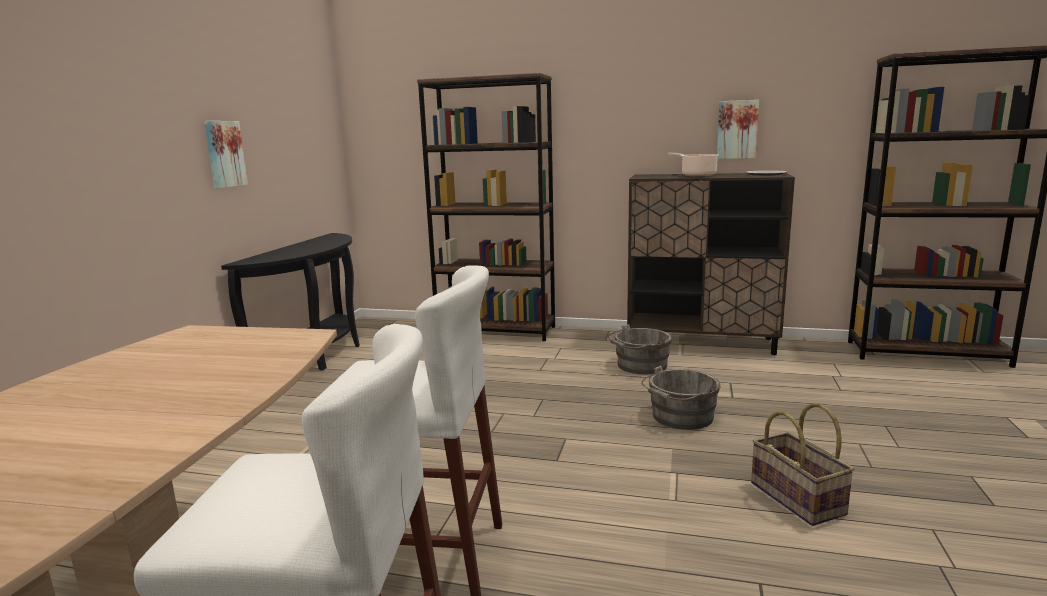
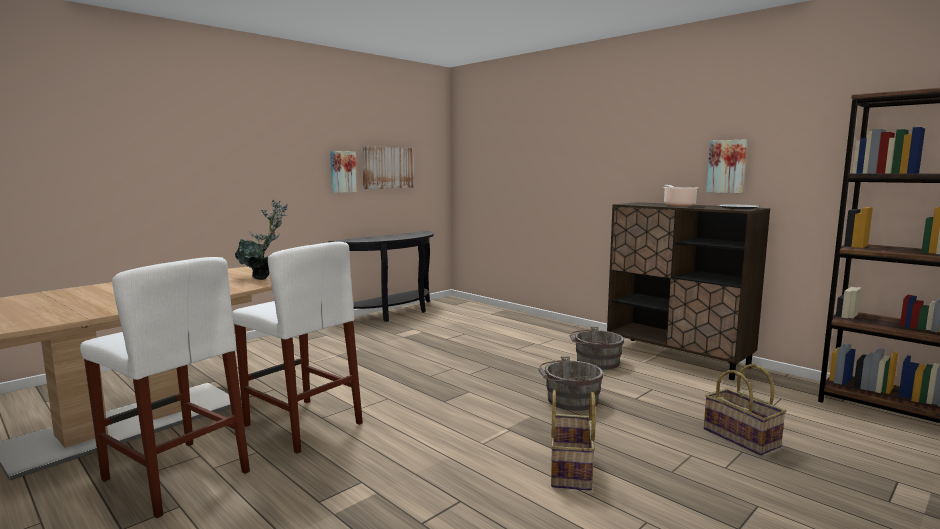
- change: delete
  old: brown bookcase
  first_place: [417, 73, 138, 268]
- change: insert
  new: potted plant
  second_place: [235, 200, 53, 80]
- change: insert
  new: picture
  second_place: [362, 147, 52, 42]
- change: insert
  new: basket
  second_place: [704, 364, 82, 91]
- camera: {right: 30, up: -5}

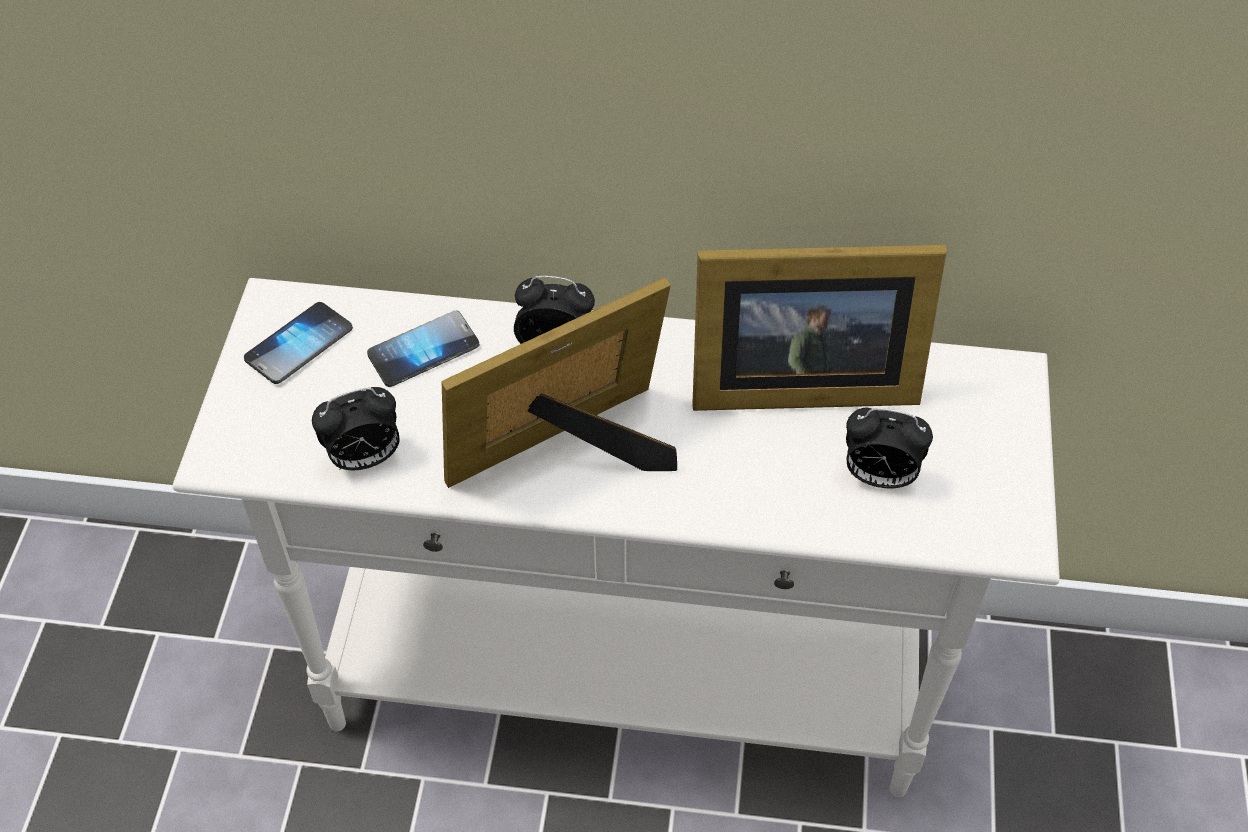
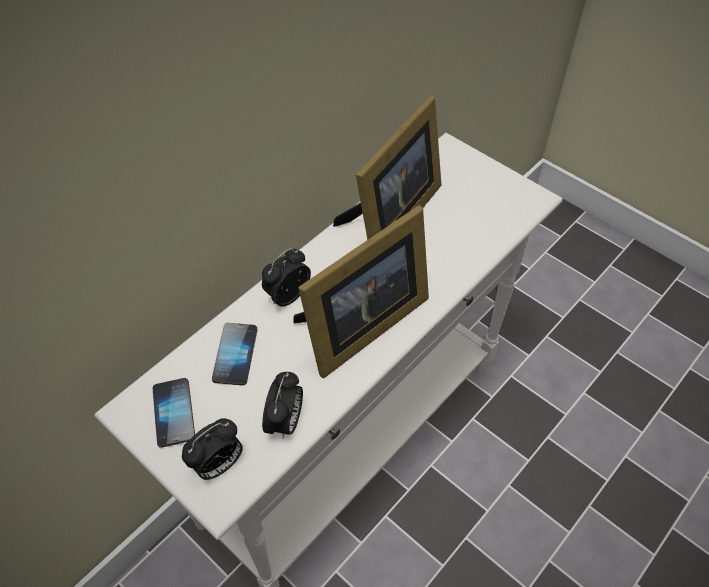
- change: rotate
  old: picture frame
  first_place: [442, 278, 235, 210]
  second_place: [293, 205, 136, 173]
  degrees: -135
- change: move
  old: alarm clock
  first_place: [846, 408, 87, 80]
  second_place: [182, 418, 61, 62]
- camera: {right: -55, up: 0}

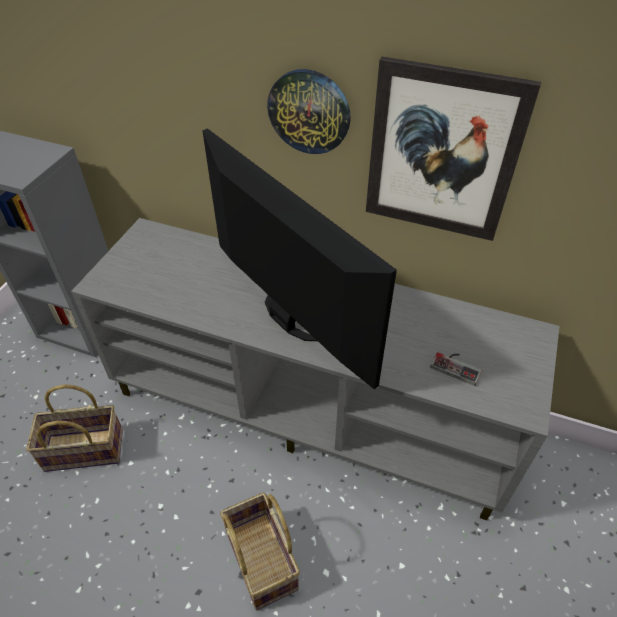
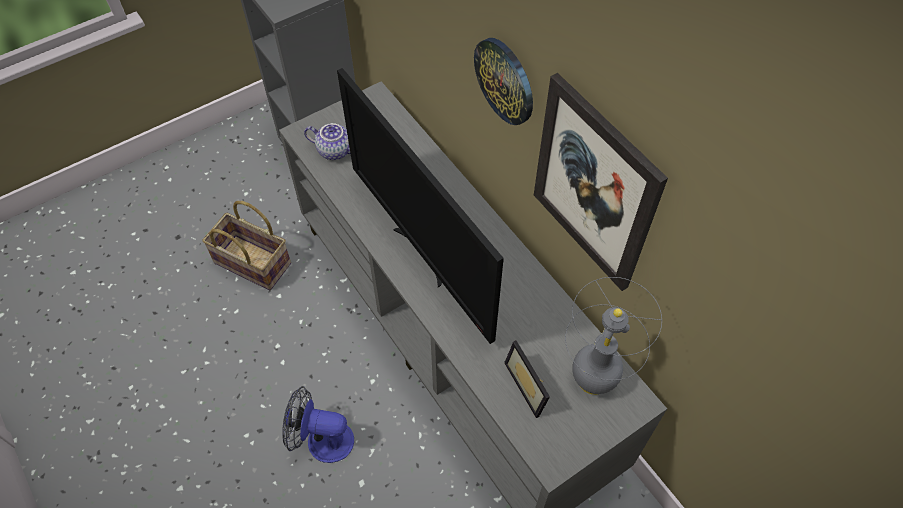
- change: rotate
  old: television
  first_place: [202, 128, 195, 261]
  second_place: [337, 68, 167, 276]
  degrees: 150
- change: replace
  old: basket
  new: fan
  first_place: [220, 493, 80, 117]
  second_place: [282, 386, 72, 77]
- change: replace
  old: game controller
  new: picture frame
  first_place: [430, 352, 52, 34]
  second_place: [504, 340, 46, 78]
- change: insert
  new: teapot
  second_place: [304, 123, 47, 37]
- change: insert
  new: grey table lamp
  second_place: [565, 277, 97, 118]
- camera: {right: 35, up: 10}

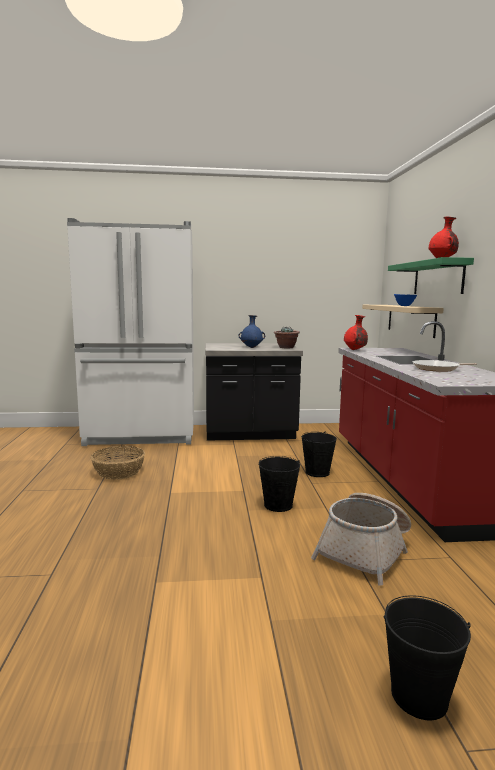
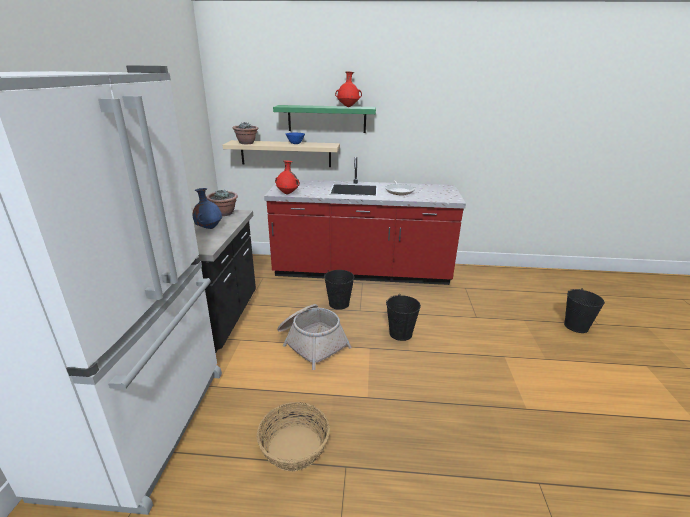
- change: move
  old: basket
  first_place: [311, 493, 100, 93]
  second_place: [277, 304, 74, 66]
- change: insert
  new: potted plant
  second_place: [232, 122, 26, 22]
- camera: {right: -80, up: 15}

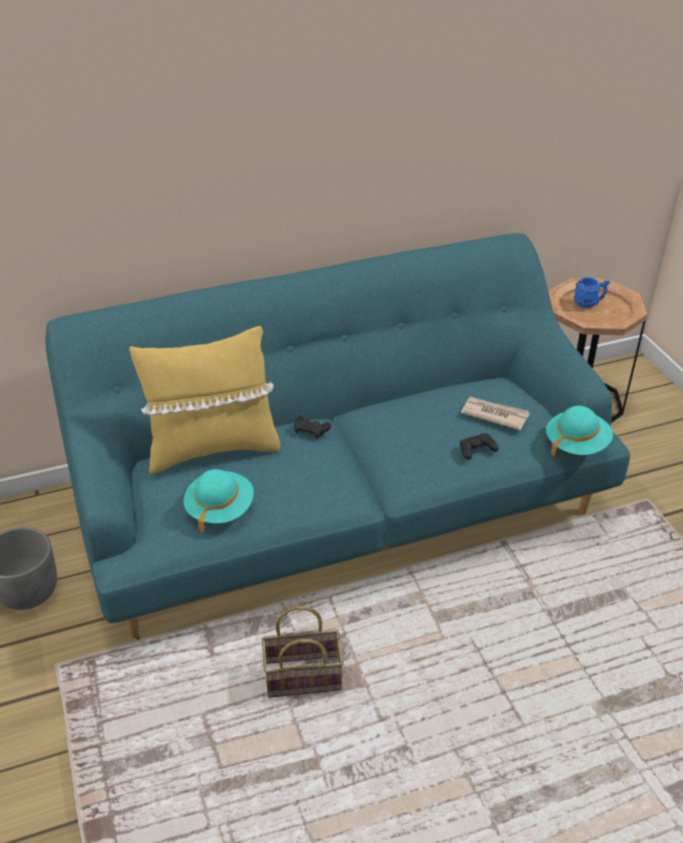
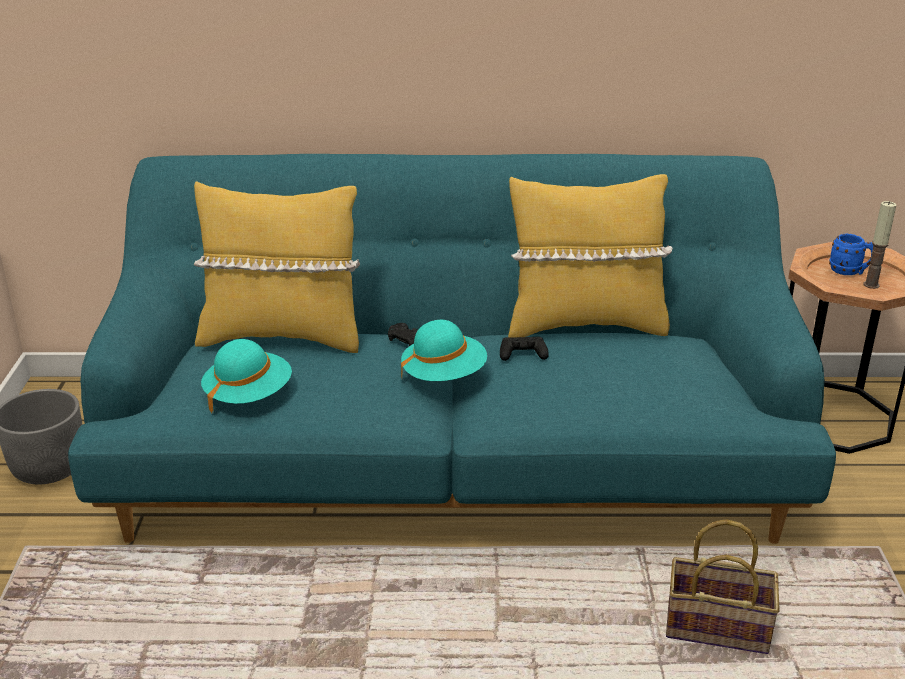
- change: move
  old: basket
  first_place: [262, 606, 82, 92]
  second_place: [666, 519, 114, 135]
- change: move
  old: black game controller
  first_place: [460, 433, 38, 27]
  second_place: [500, 337, 49, 24]
- change: delete
  old: newspaper
  first_place: [461, 397, 69, 34]
- change: move
  old: turquoise hat
  first_place: [546, 406, 67, 50]
  second_place: [401, 320, 86, 61]
- change: insert
  new: yellow pillow
  second_place: [508, 174, 165, 164]
- change: insert
  new: candle
  second_place: [863, 201, 33, 88]
- camera: {right: 20, up: -10}

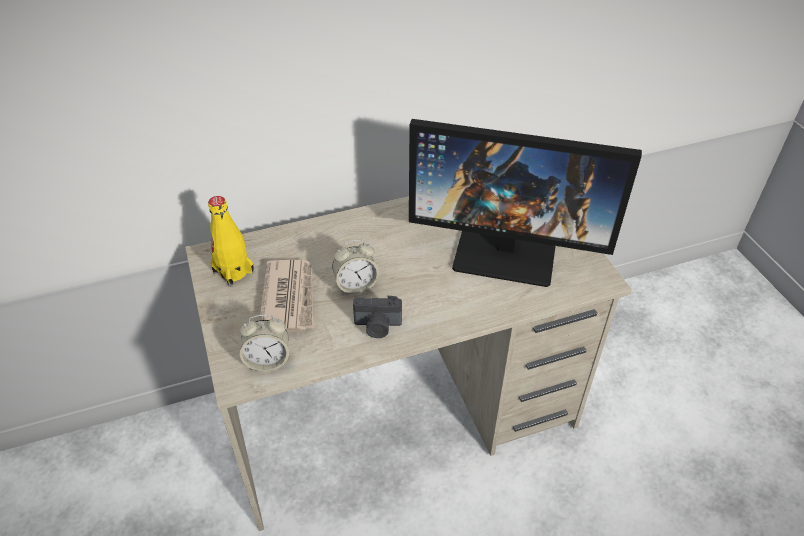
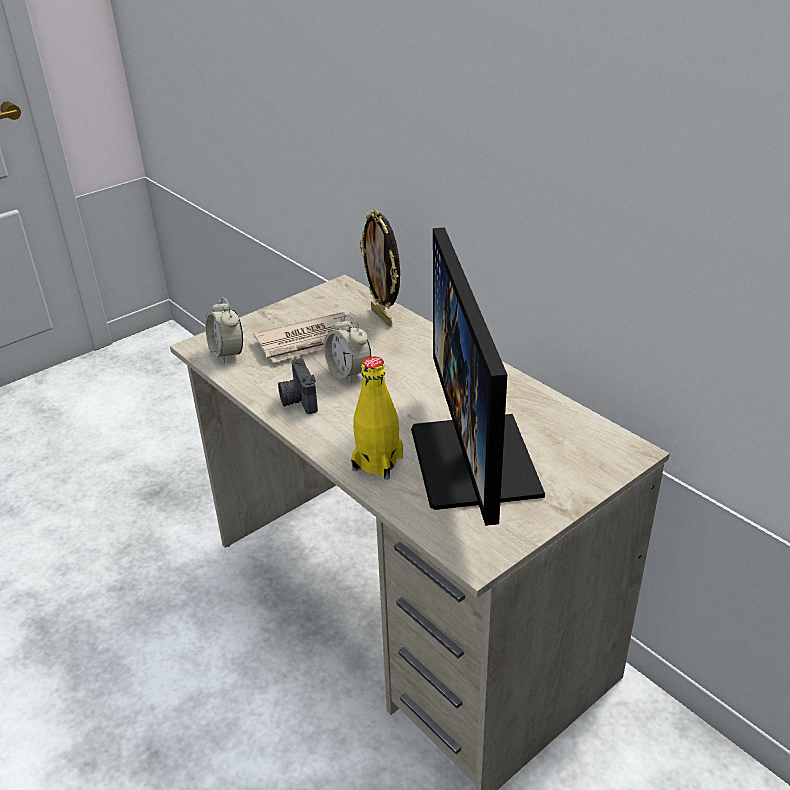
- change: move
  old: yellow bottle
  first_place: [208, 196, 46, 91]
  second_place: [351, 356, 52, 124]
- change: insert
  new: picture frame
  second_place: [360, 209, 40, 117]
- camera: {right: 70, up: -10}

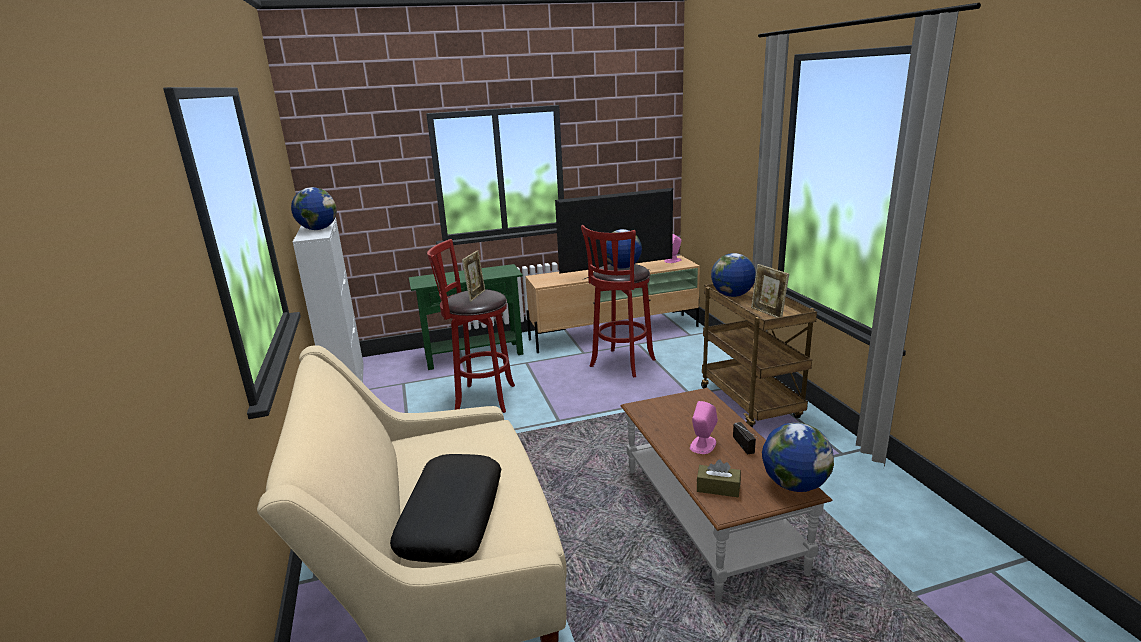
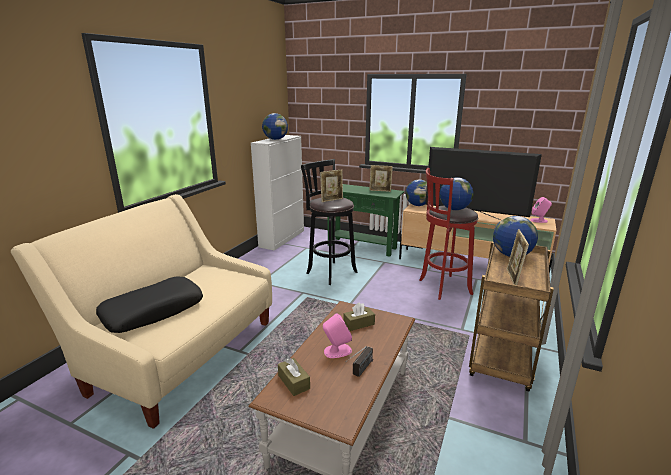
- change: recolor
  old: red stool
  new: black stool
  first_place: [427, 239, 88, 174]
  second_place: [301, 159, 57, 126]
- change: move
  old: globe
  first_place: [762, 422, 72, 70]
  second_place: [405, 179, 22, 27]
- change: insert
  new: brown tissue box
  second_place: [343, 302, 32, 29]
- change: insert
  new: picture frame
  second_place: [369, 165, 24, 27]
- camera: {right: 40, up: 0}

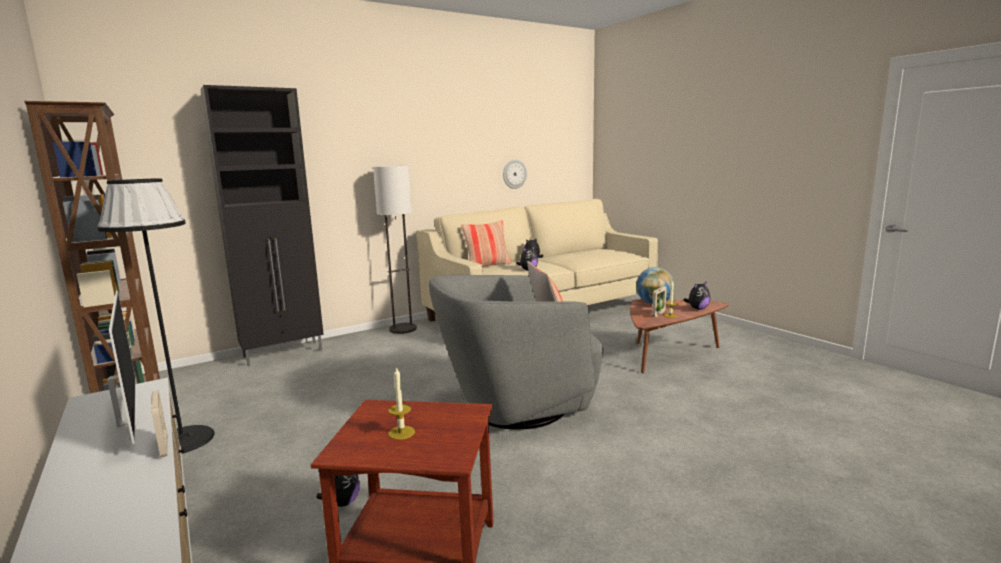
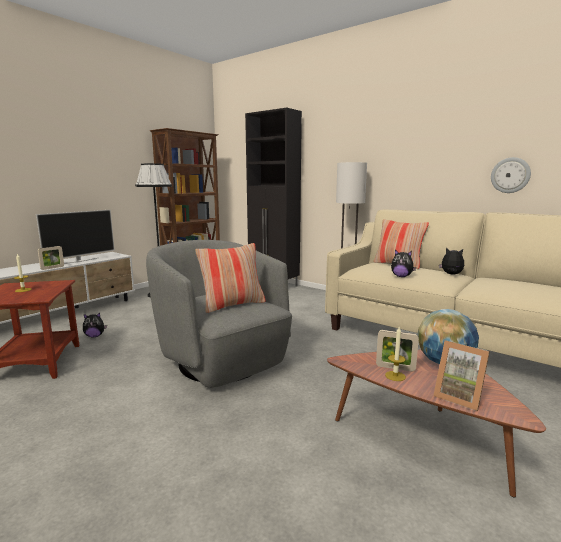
- change: replace
  old: plush toy
  new: picture frame
  first_place: [684, 281, 26, 29]
  second_place: [433, 340, 57, 71]
- camera: {right: 70, up: 0}

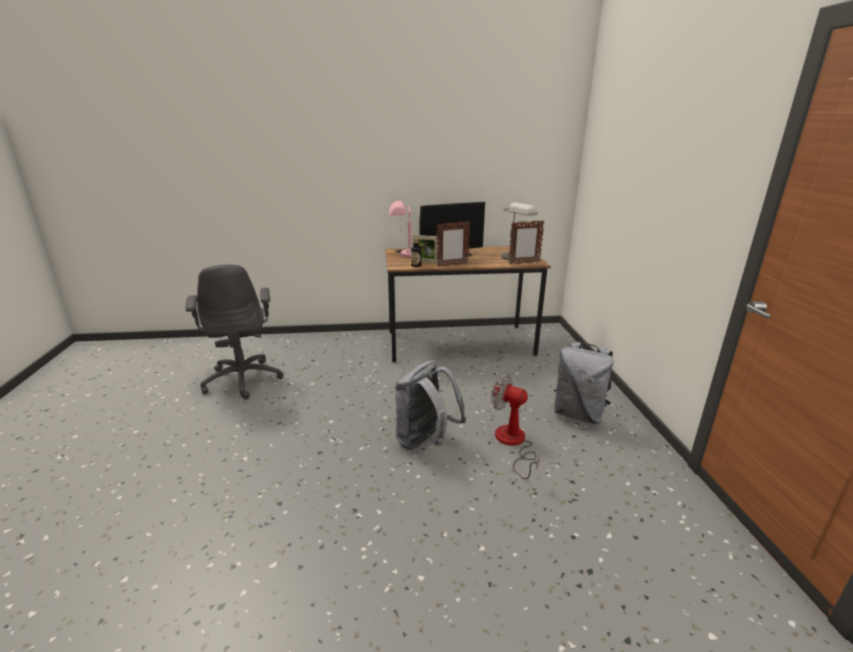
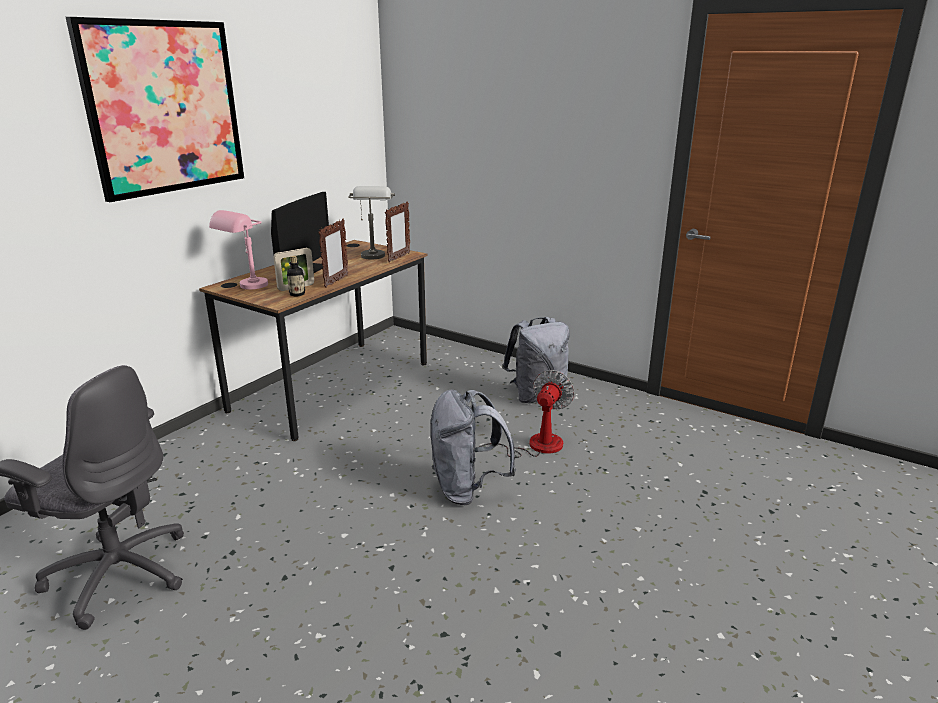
- change: rotate
  old: fan
  first_place: [491, 373, 49, 106]
  second_place: [479, 370, 96, 88]
  degrees: 135
- change: insert
  new: picture
  second_place: [66, 17, 178, 185]
- camera: {right: -50, up: 0}

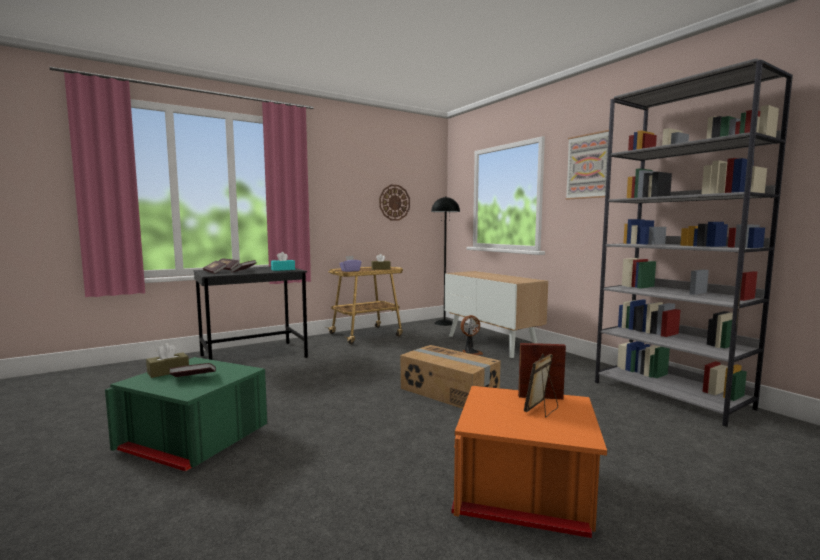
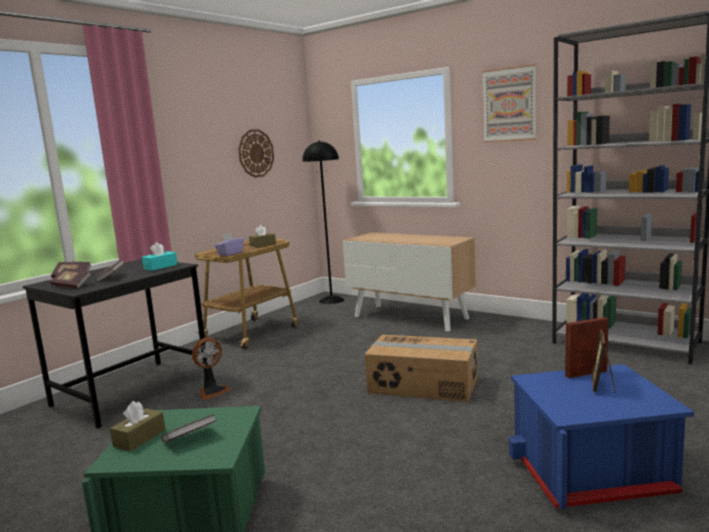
- change: recolor
  old: orange storage box
  new: blue storage box
  first_place: [451, 386, 156, 152]
  second_place: [507, 364, 187, 145]
- change: move
  old: fan
  first_place: [461, 315, 22, 40]
  second_place: [192, 338, 39, 62]
- camera: {right: -20, up: 5}

